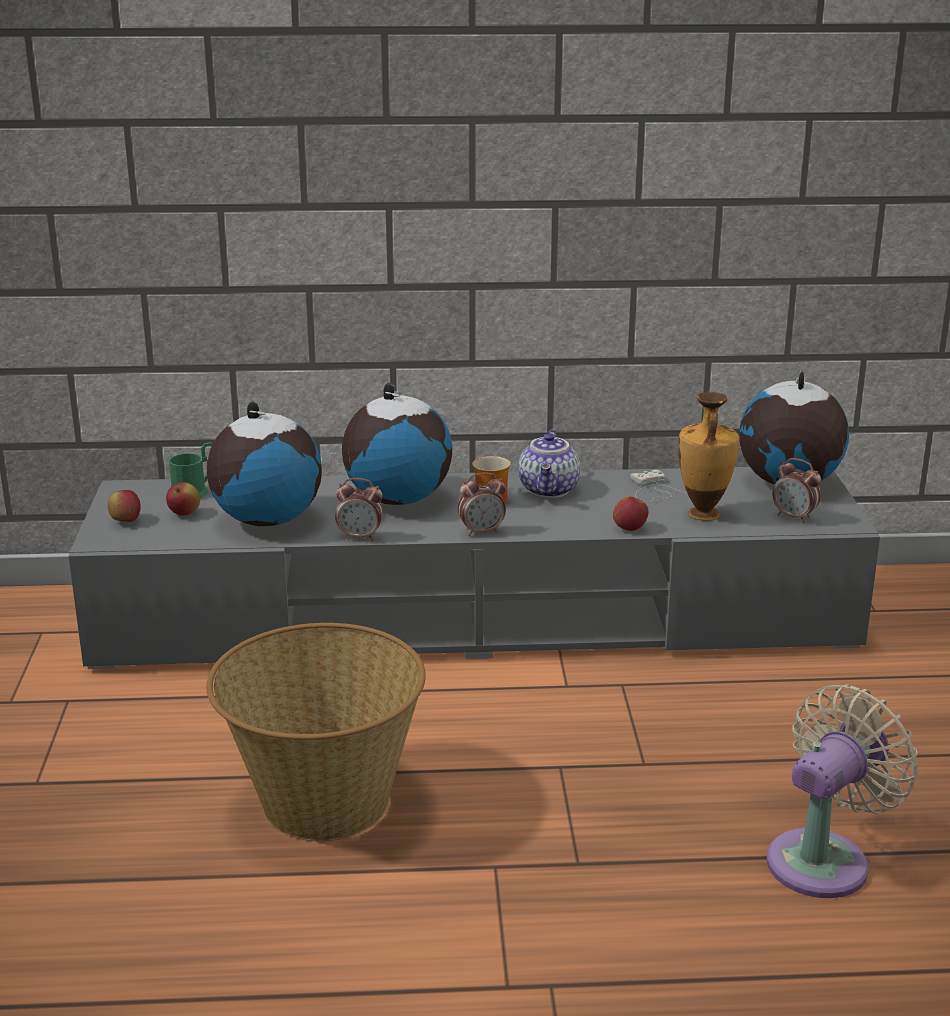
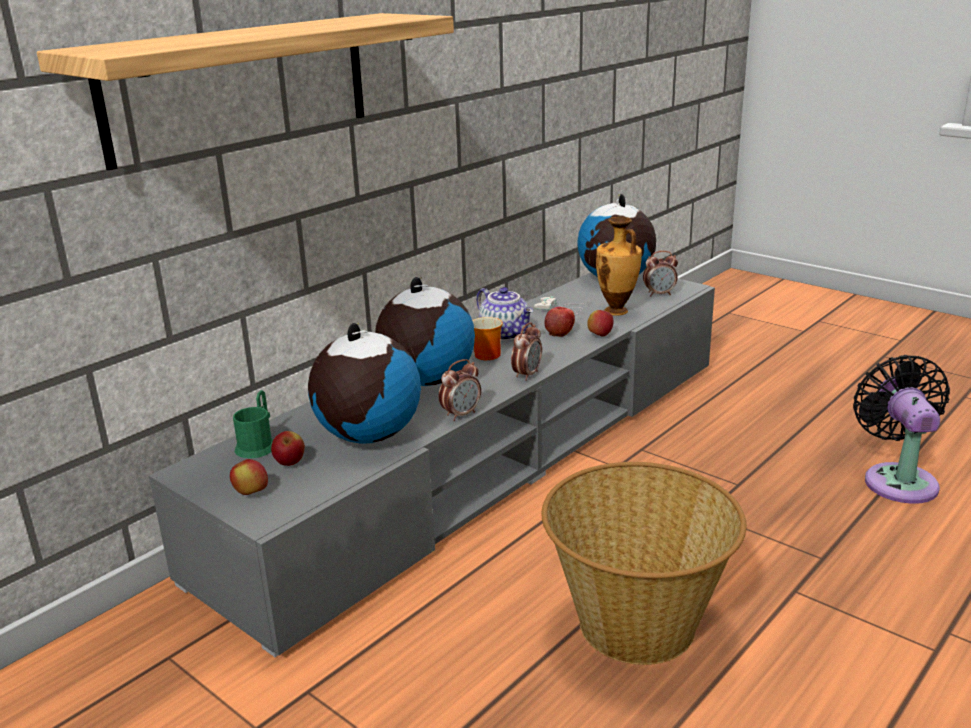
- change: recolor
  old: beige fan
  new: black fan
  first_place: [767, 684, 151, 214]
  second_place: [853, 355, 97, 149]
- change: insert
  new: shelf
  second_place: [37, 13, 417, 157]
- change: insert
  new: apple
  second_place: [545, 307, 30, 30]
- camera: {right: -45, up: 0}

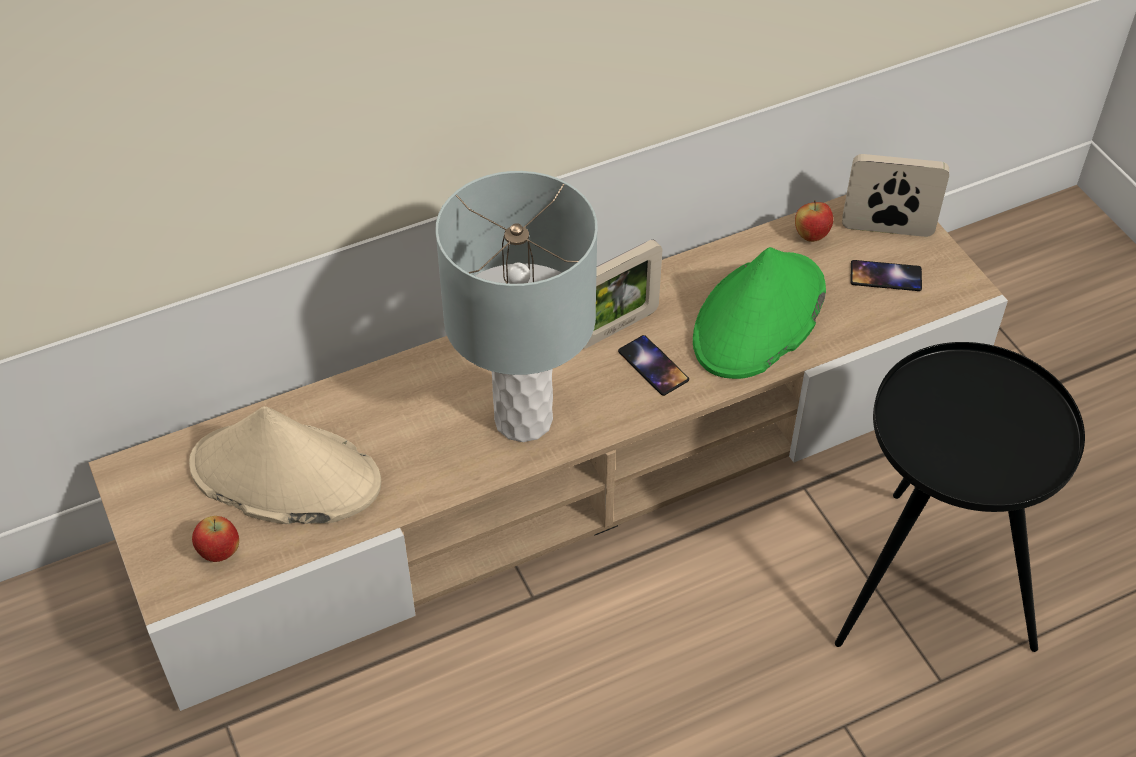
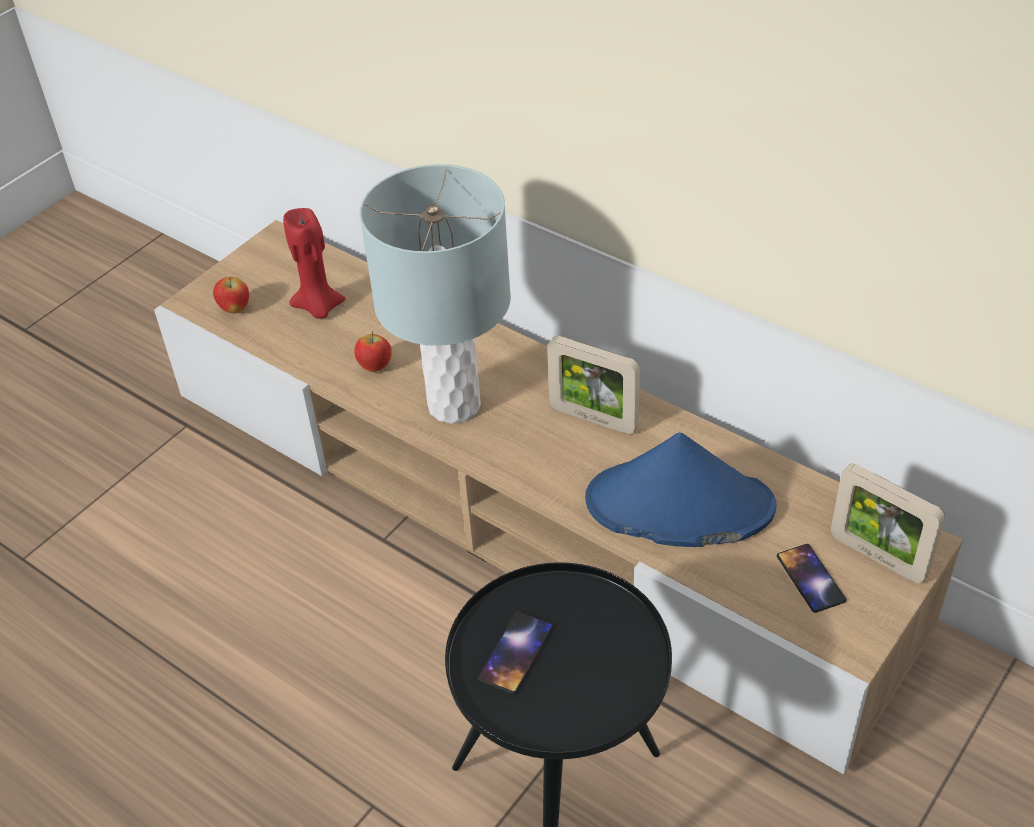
- change: replace
  old: beige hat
  new: red candle
  first_place: [189, 406, 192, 118]
  second_place: [283, 208, 63, 110]
- change: move
  old: phone
  first_place: [618, 335, 71, 61]
  second_place: [477, 611, 76, 84]
- change: recolor
  old: green hat
  new: blue hat
  first_place: [693, 247, 133, 132]
  second_place: [585, 433, 192, 114]
- change: move
  old: apple
  first_place: [795, 200, 38, 42]
  second_place: [354, 332, 38, 40]
- change: rotate
  old: picture frame
  first_place: [842, 154, 107, 83]
  second_place: [831, 464, 114, 119]
  degrees: 150
- camera: {right: 65, up: -5}

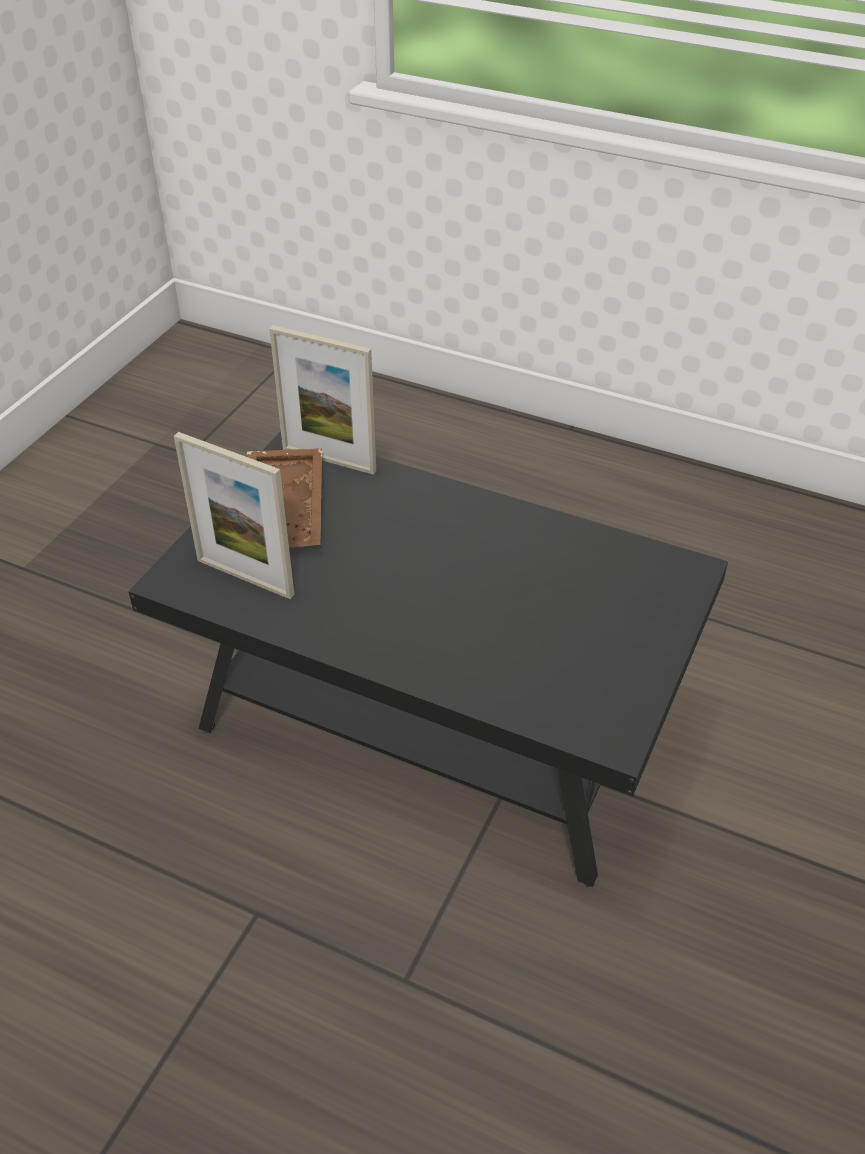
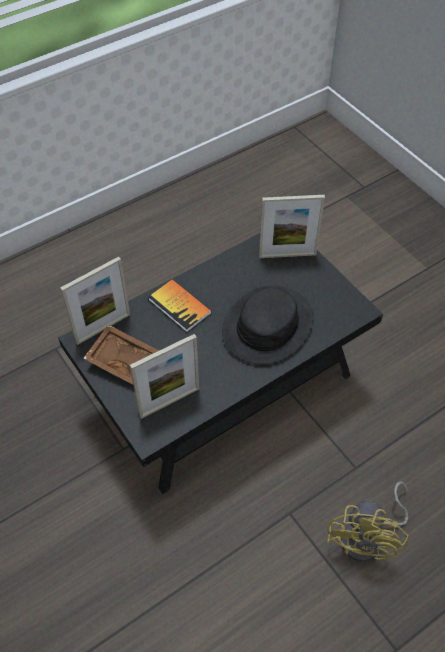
- change: insert
  new: book
  second_place: [149, 279, 63, 53]
- change: insert
  new: black hat
  second_place: [222, 285, 92, 79]
- change: insert
  new: picture frame
  second_place: [259, 195, 66, 63]
- change: insert
  new: yellow fan
  second_place: [327, 482, 82, 80]
- camera: {right: -60, up: 10}

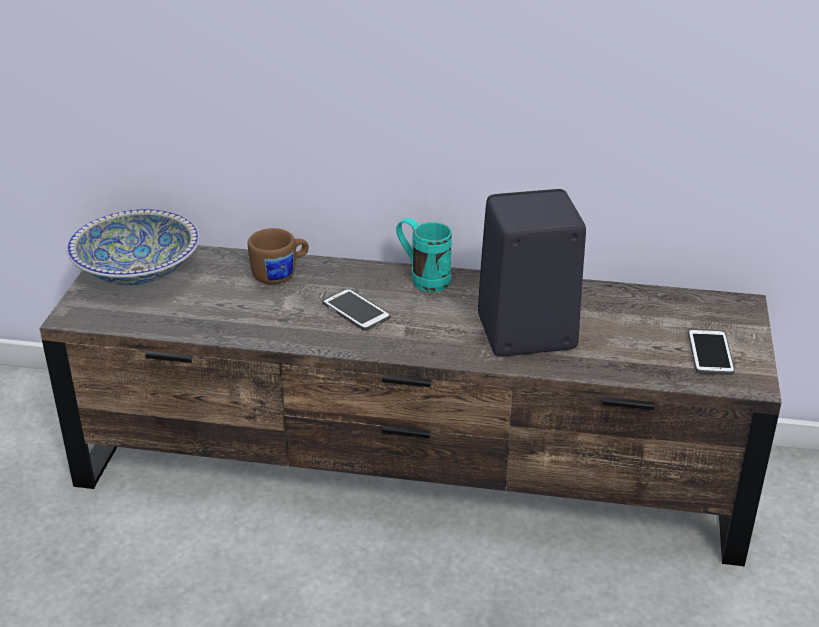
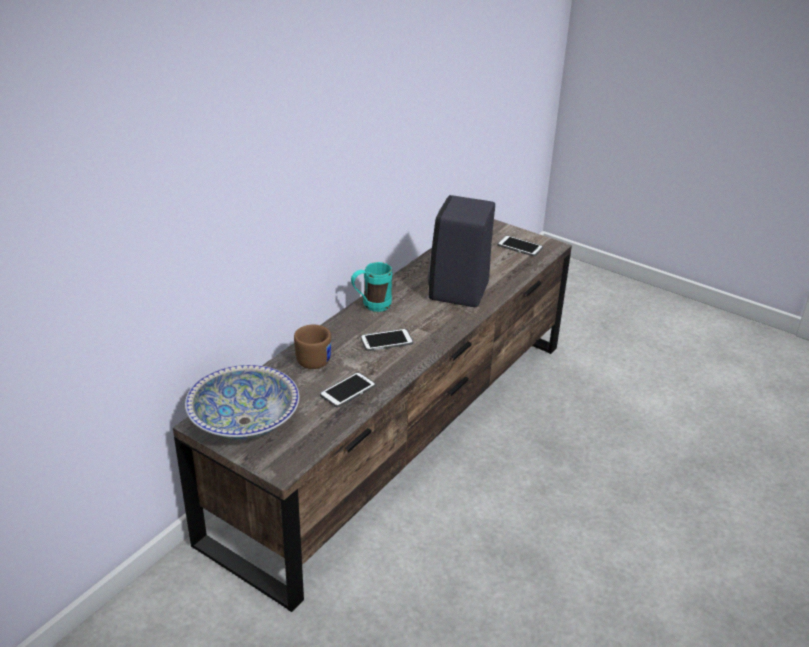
- change: insert
  new: phone
  second_place: [320, 372, 56, 36]
- camera: {right: -65, up: 0}

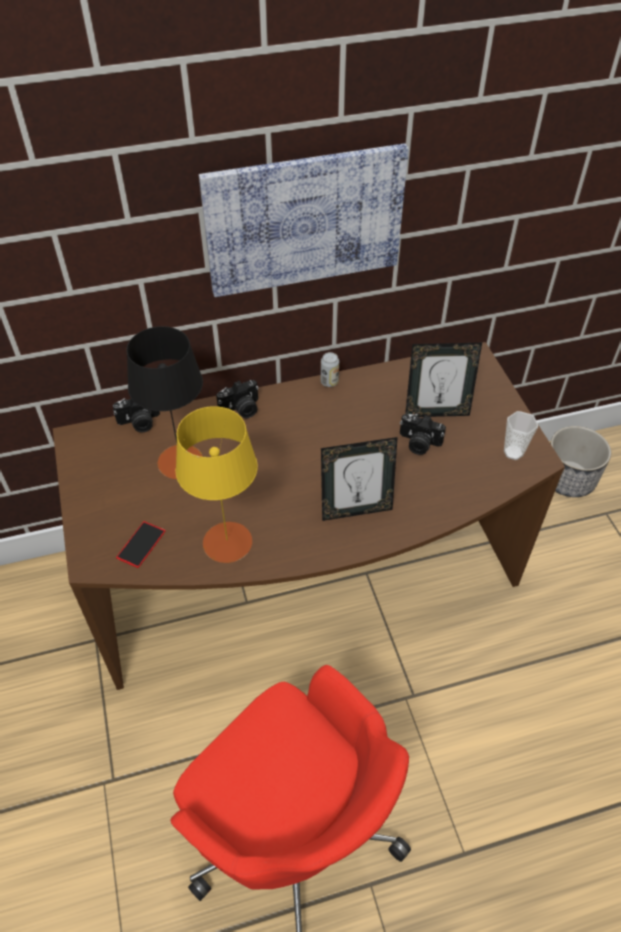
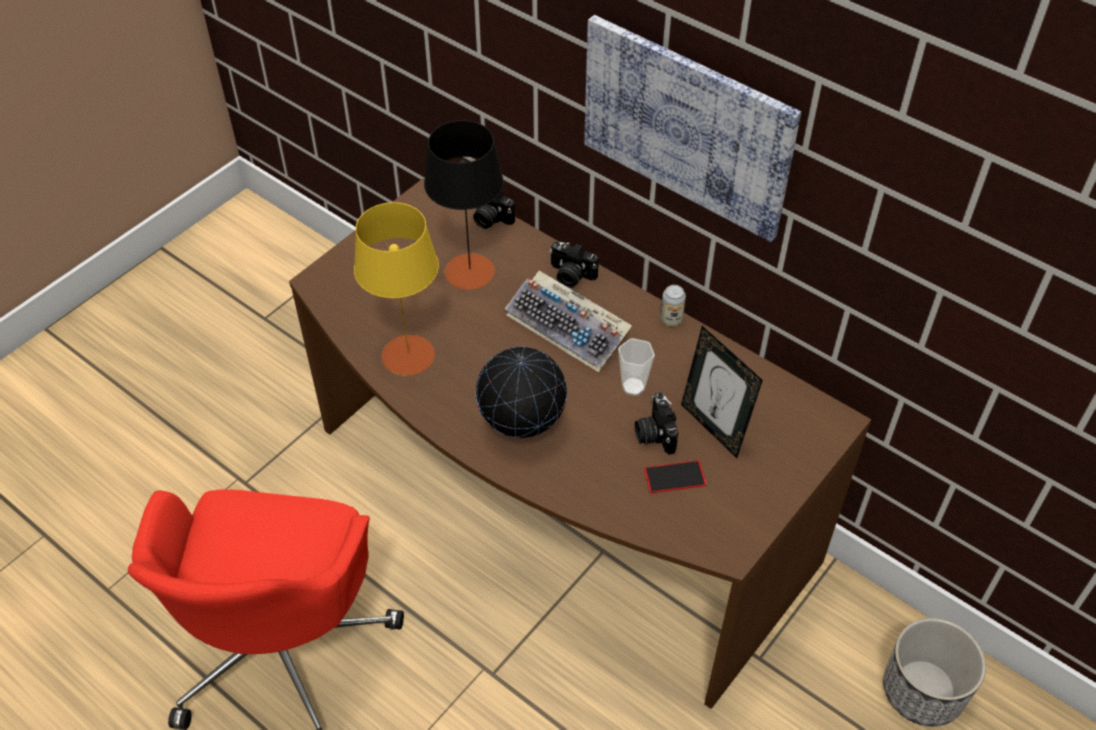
- change: move
  old: phone
  first_place: [116, 521, 49, 47]
  second_place: [644, 460, 63, 33]
- change: replace
  old: picture frame
  new: globe
  first_place: [321, 437, 77, 84]
  second_place: [476, 347, 91, 91]
- change: move
  old: cup
  first_place: [504, 411, 34, 49]
  second_place: [618, 338, 37, 58]
- change: insert
  new: keyboard
  second_place: [504, 271, 128, 101]
- camera: {right: 55, up: 0}

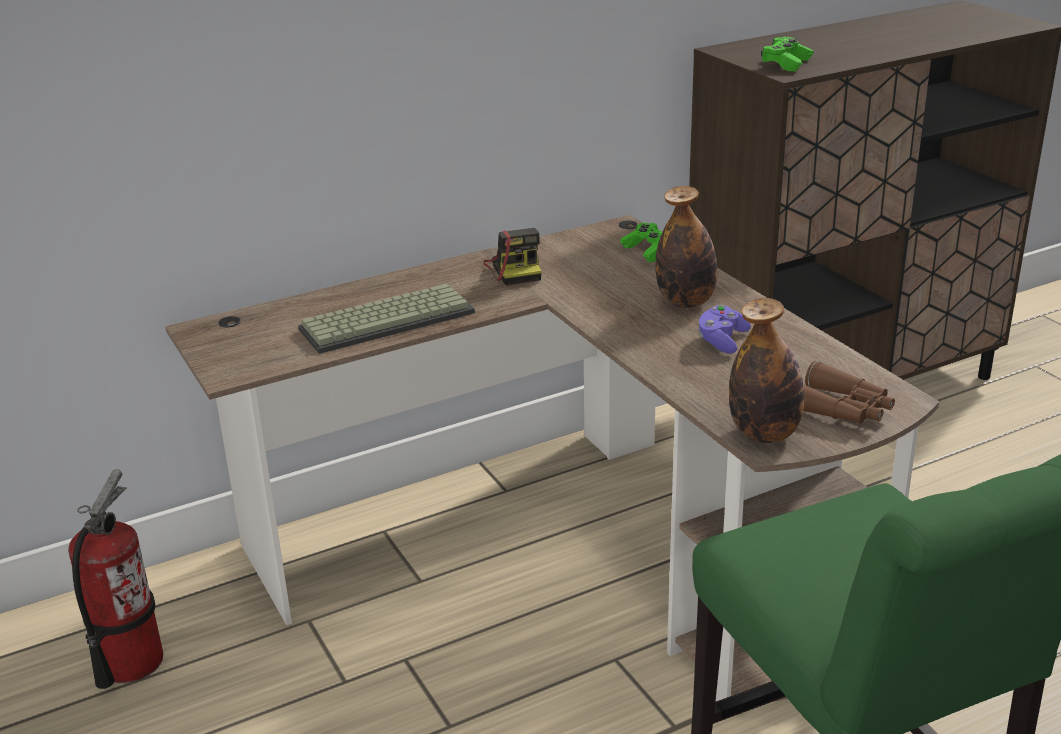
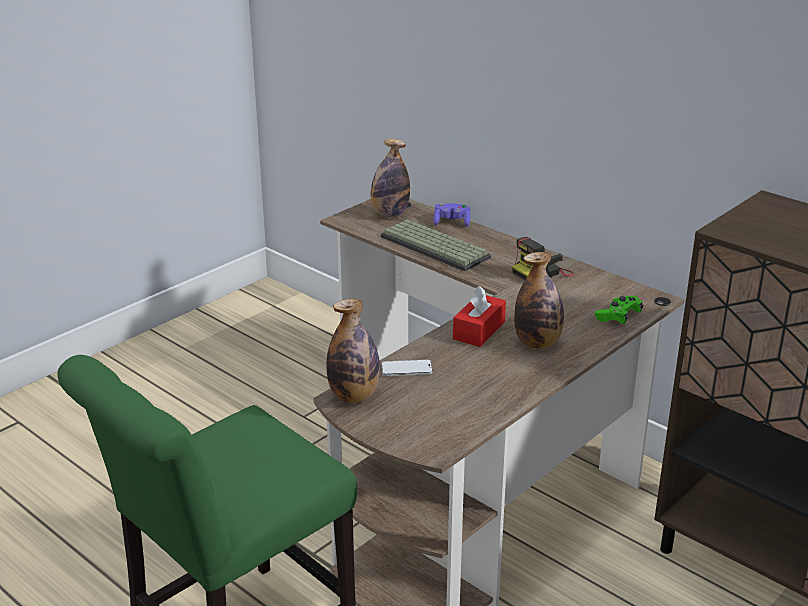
- change: delete
  old: fire extinguisher
  first_place: [68, 469, 95, 220]
- change: move
  old: purple game controller
  first_place: [697, 305, 54, 49]
  second_place: [434, 203, 36, 24]
- change: delete
  old: green game controller
  first_place: [761, 37, 52, 35]
- change: delete
  old: brown binoculars
  first_place: [803, 361, 92, 63]
- change: insert
  new: bottle
  second_place: [371, 139, 39, 78]
- change: insert
  new: phone
  second_place: [381, 360, 52, 16]
- change: insert
  new: red tissue box
  second_place: [453, 286, 53, 61]
- camera: {right: 70, up: 0}

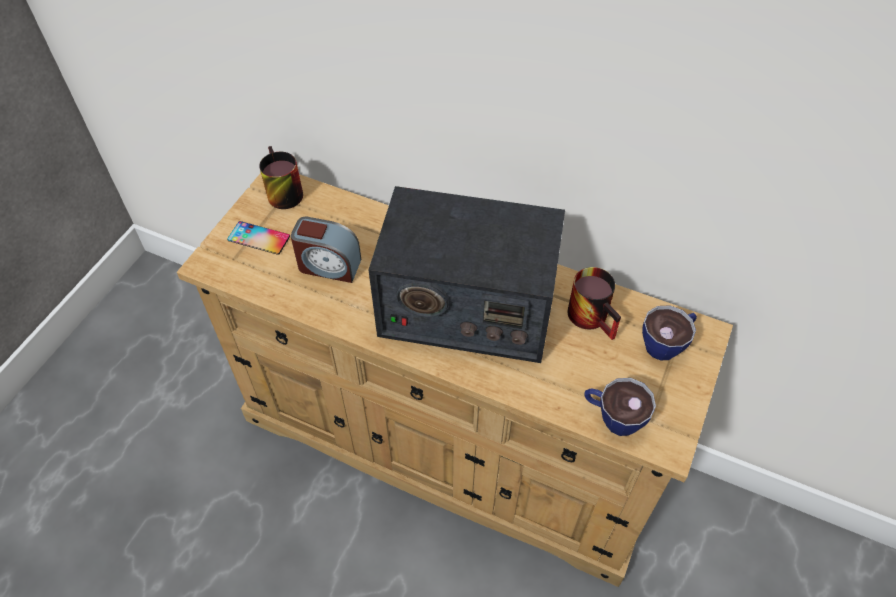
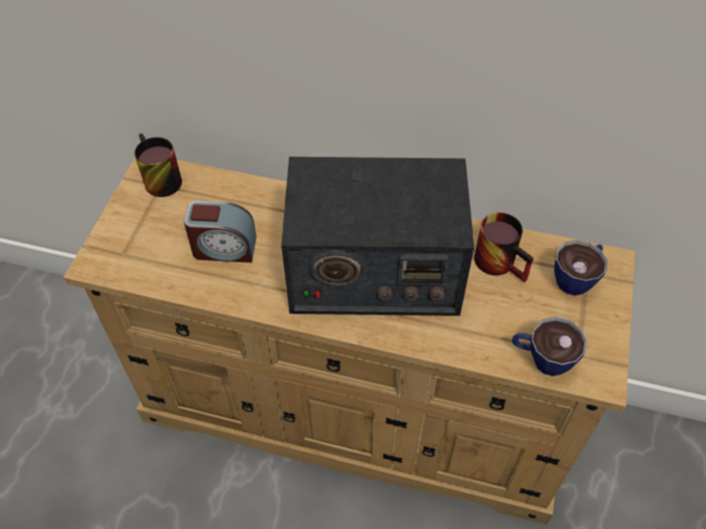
- change: delete
  old: phone
  first_place: [227, 221, 63, 34]
- camera: {right: -10, up: 0}

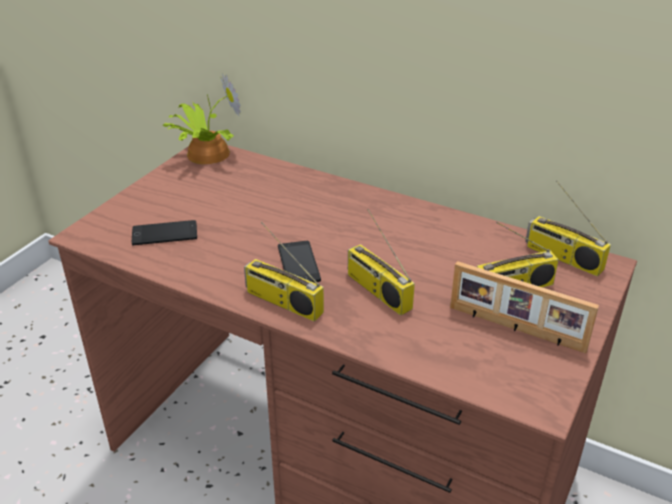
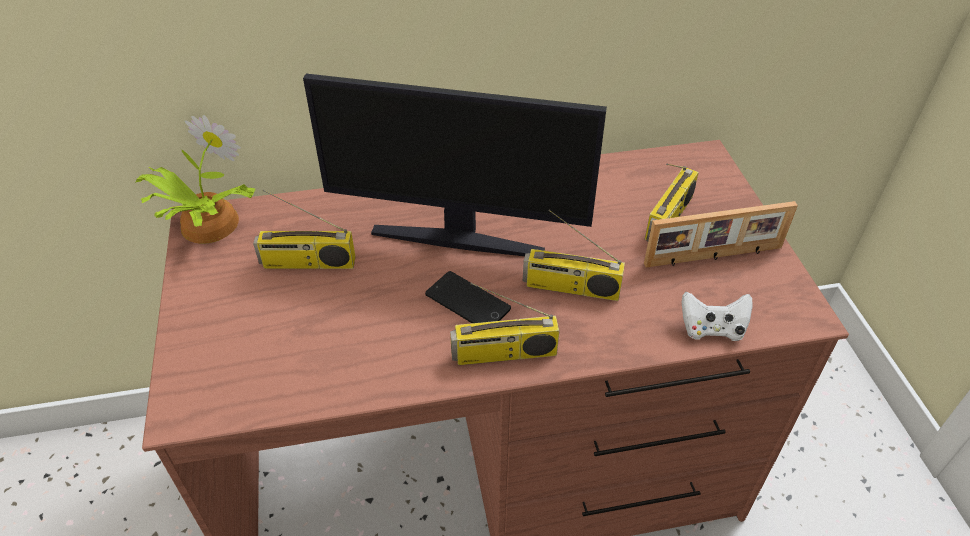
- change: delete
  old: phone
  first_place: [132, 220, 65, 26]
- change: move
  old: radio
  first_place: [525, 181, 86, 96]
  second_place: [253, 190, 102, 79]
- change: insert
  new: monitor
  second_place: [303, 74, 304, 182]
- change: insert
  new: white game controller
  second_place: [682, 292, 71, 49]
- camera: {right: -40, up: 10}

